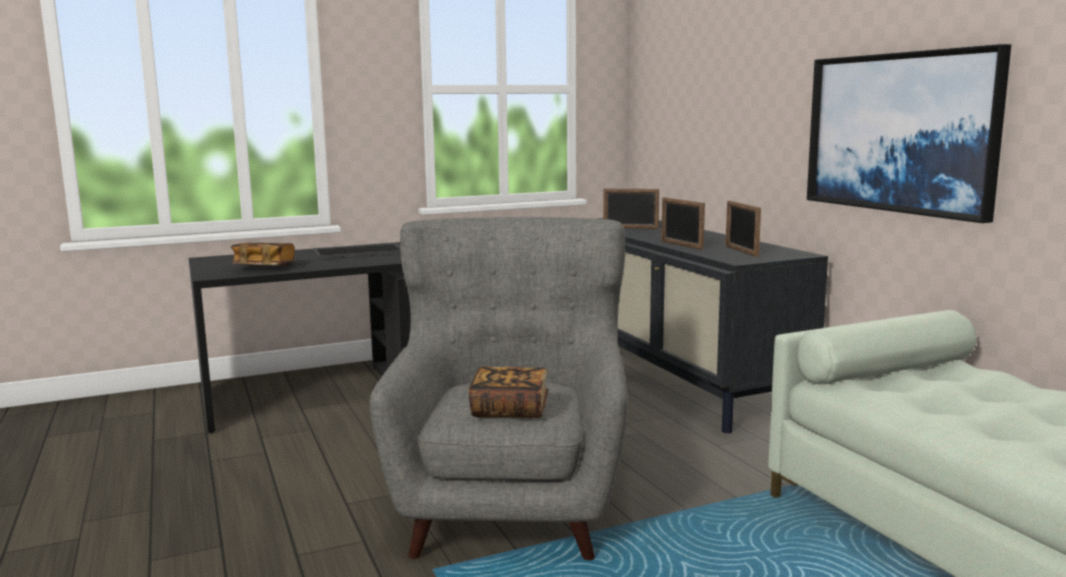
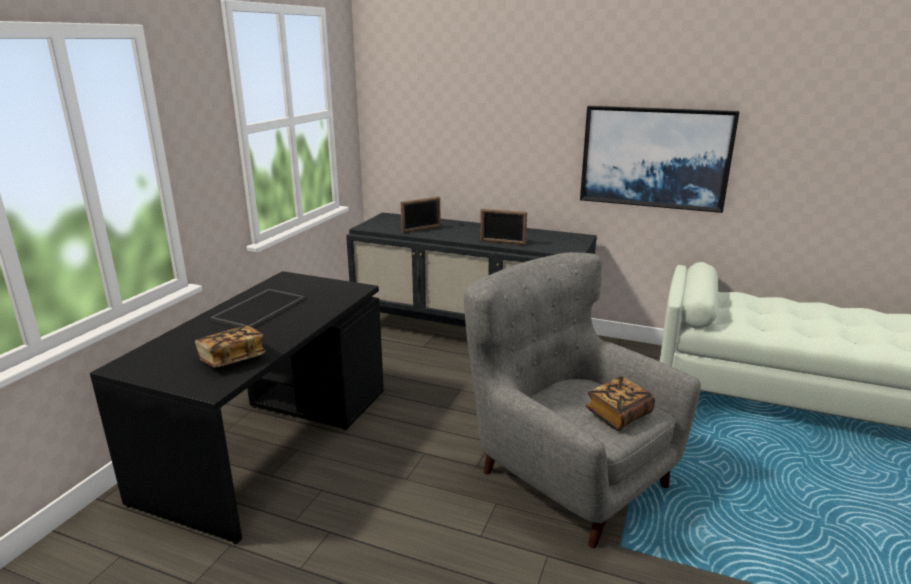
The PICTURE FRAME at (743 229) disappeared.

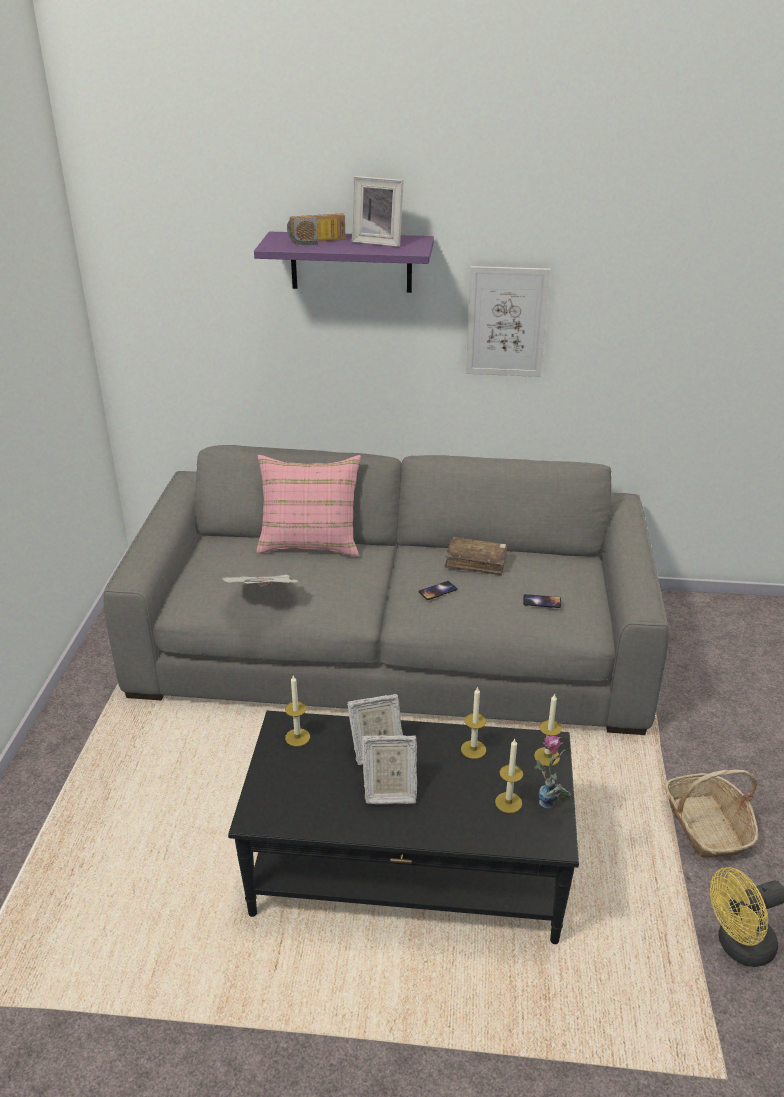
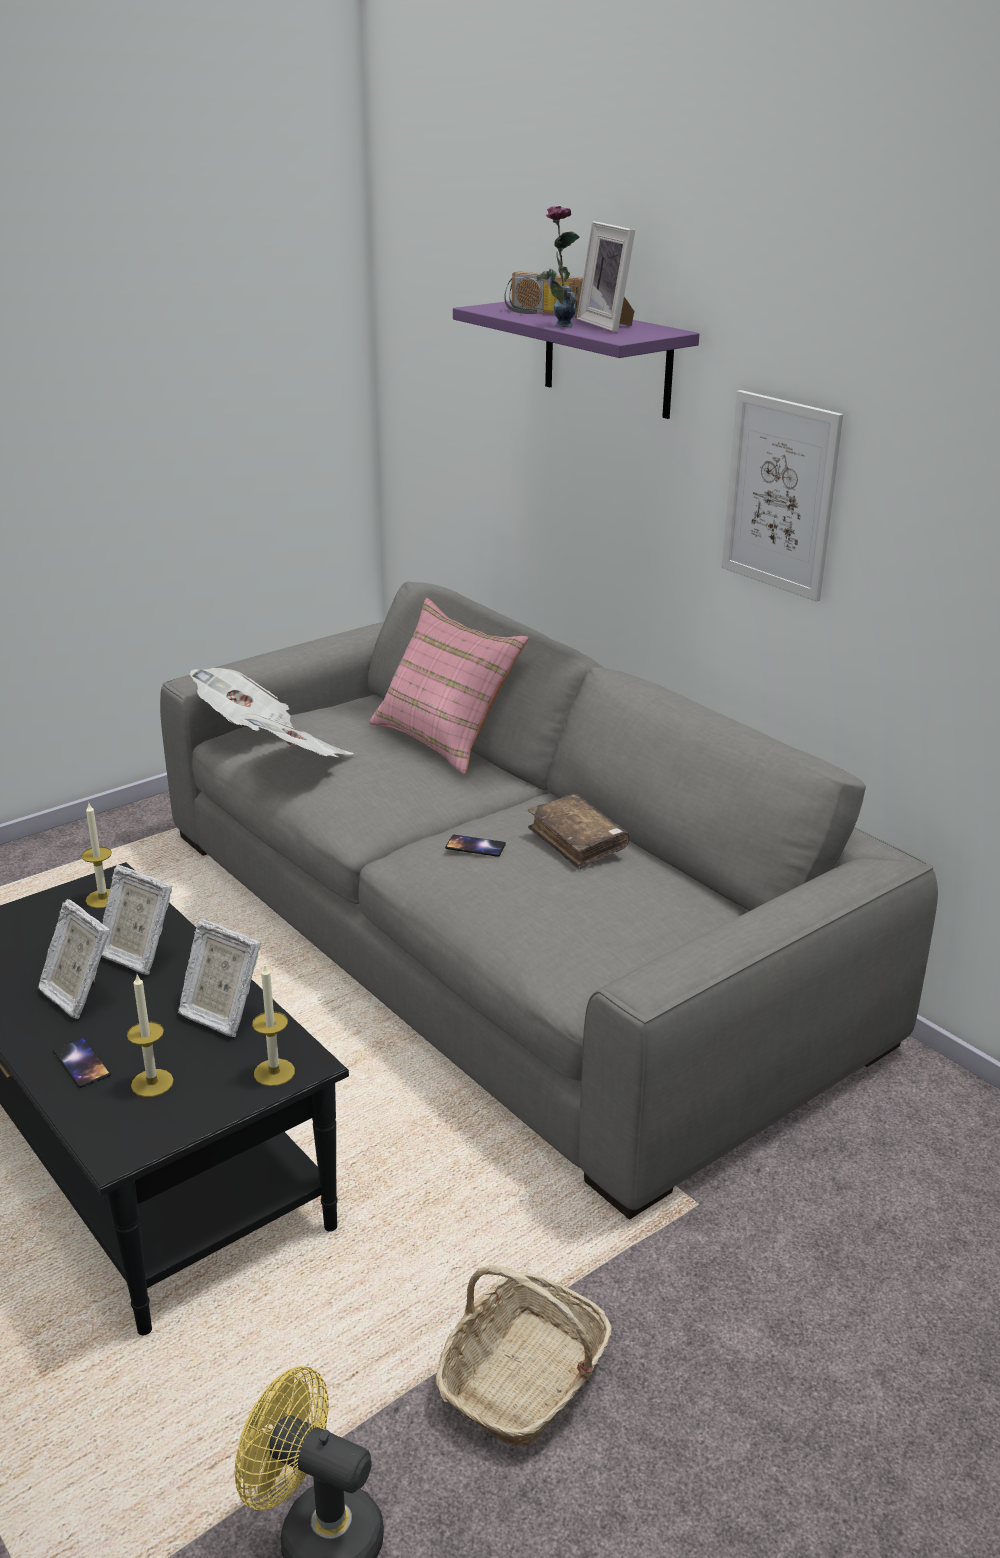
The CANDLE at (473 722) was replaced by the PICTURE FRAME at (219 978). The PHONE moved from (542 601) to (82 1063). The VASE moved from (552 772) to (557 266). The NEWSPAPER at (241 699) appeared.

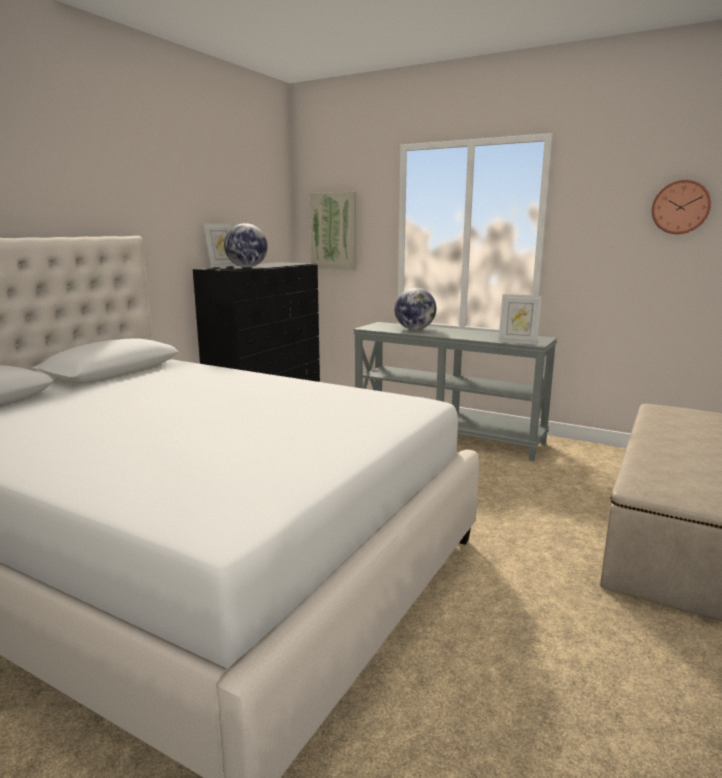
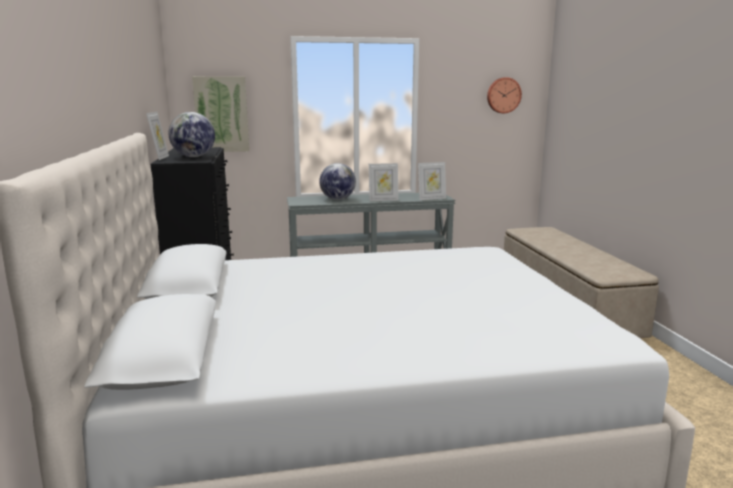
The PICTURE FRAME at (383 182) appeared.

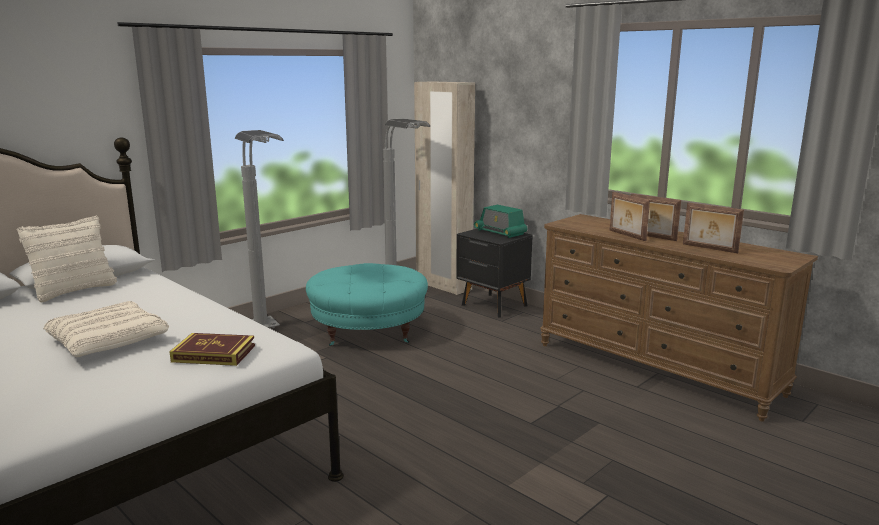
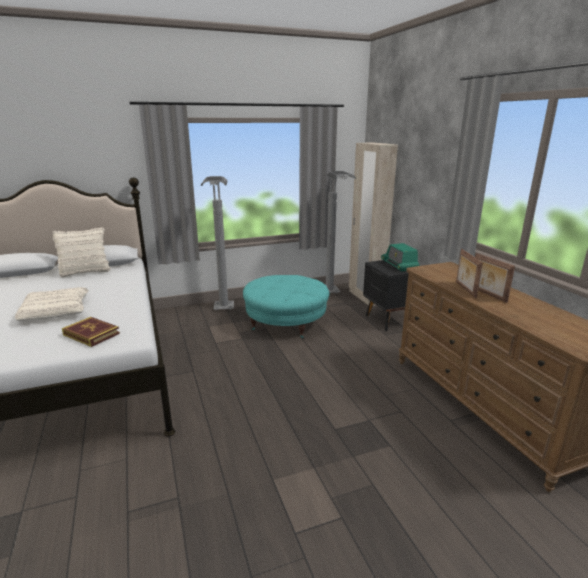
The PICTURE FRAME at (713 228) disappeared.

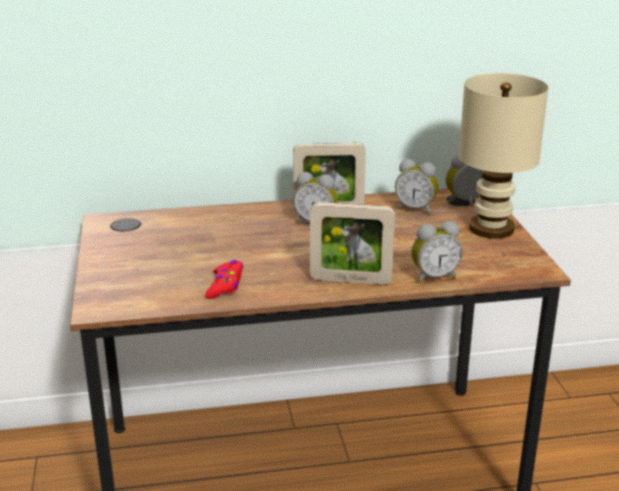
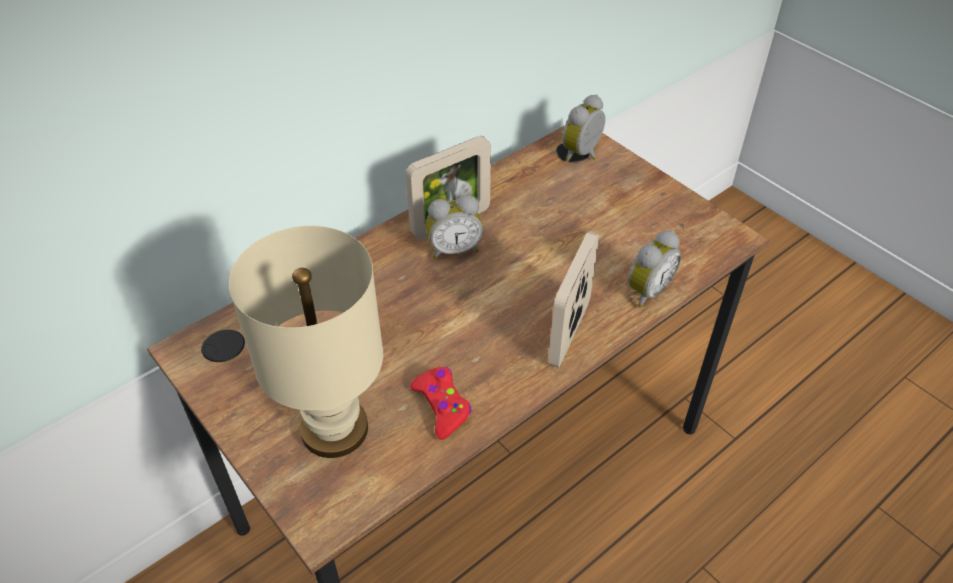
The PICTURE FRAME at (352 243) turned 135 degrees clockwise. The ALARM CLOCK at (417 187) disappeared. The BEIGE TABLE LAMP moved from (504 156) to (306 342).

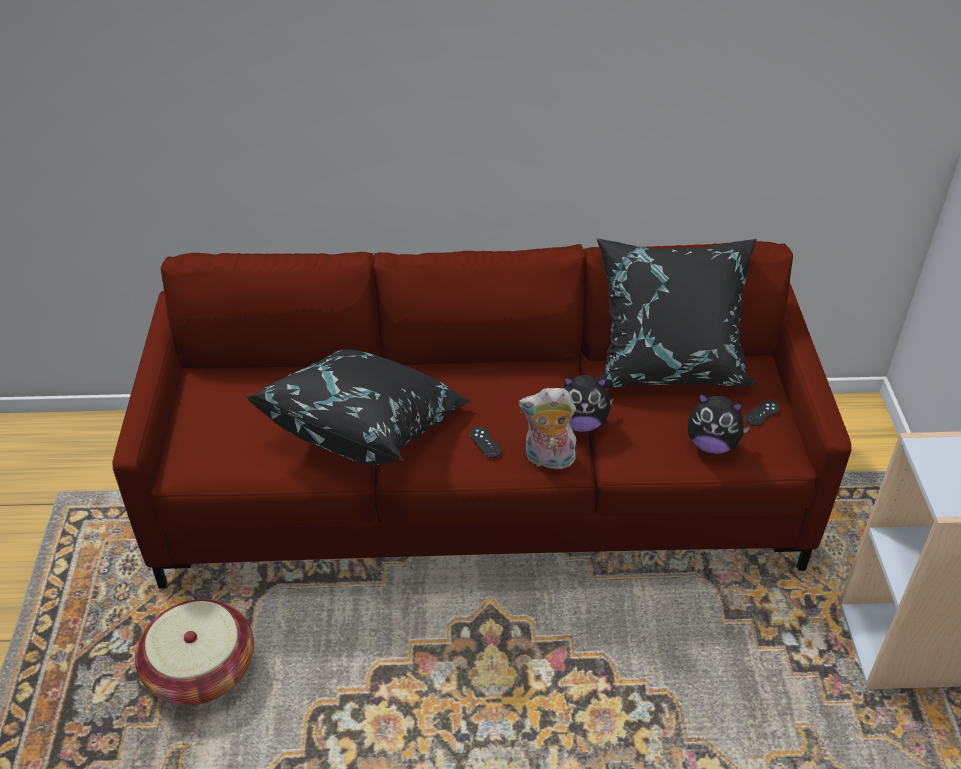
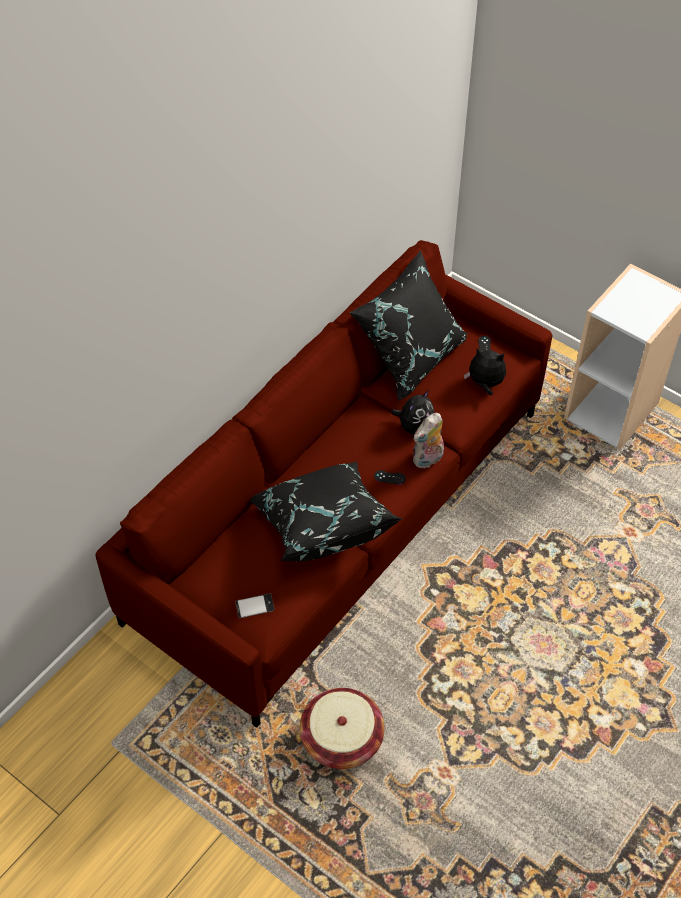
The PLUSH TOY at (718 423) turned 135 degrees counterclockwise. The PHONE at (254 605) appeared.

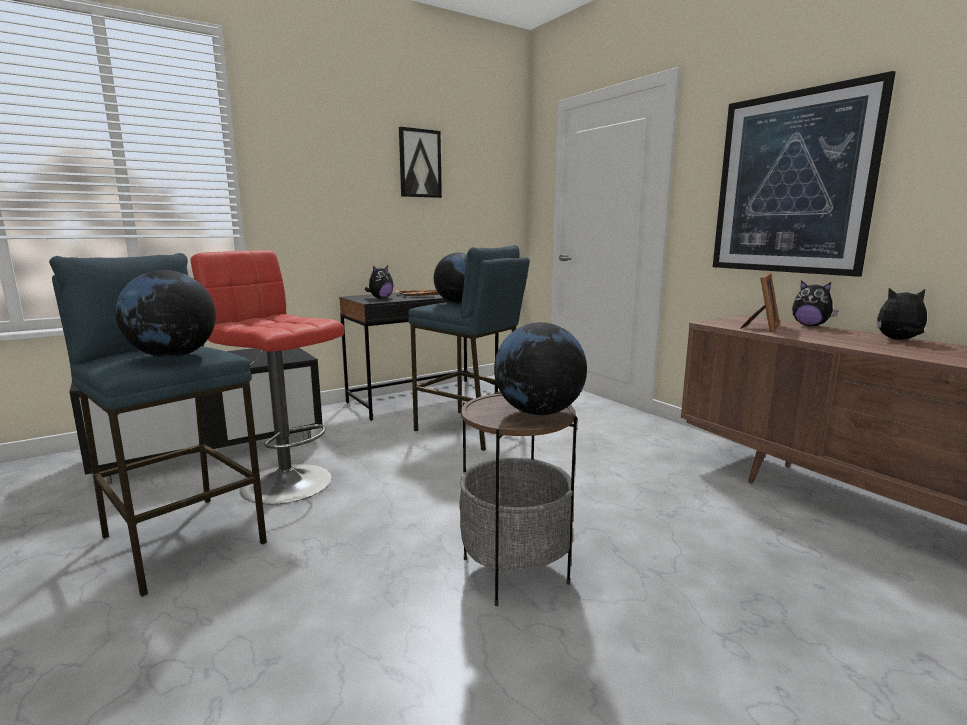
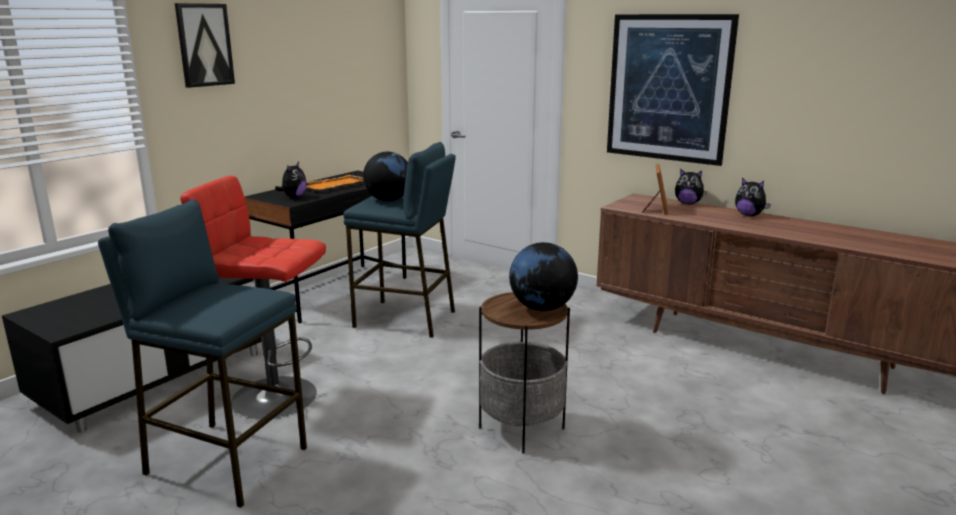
The GLOBE at (165 314) disappeared. The PICTURE moved from (420 162) to (205 45). The PLUSH TOY at (902 314) turned 135 degrees counterclockwise.

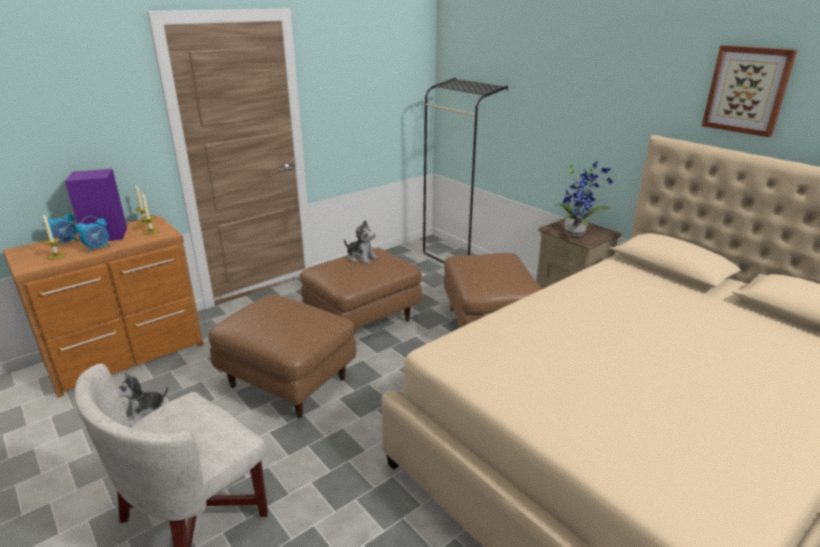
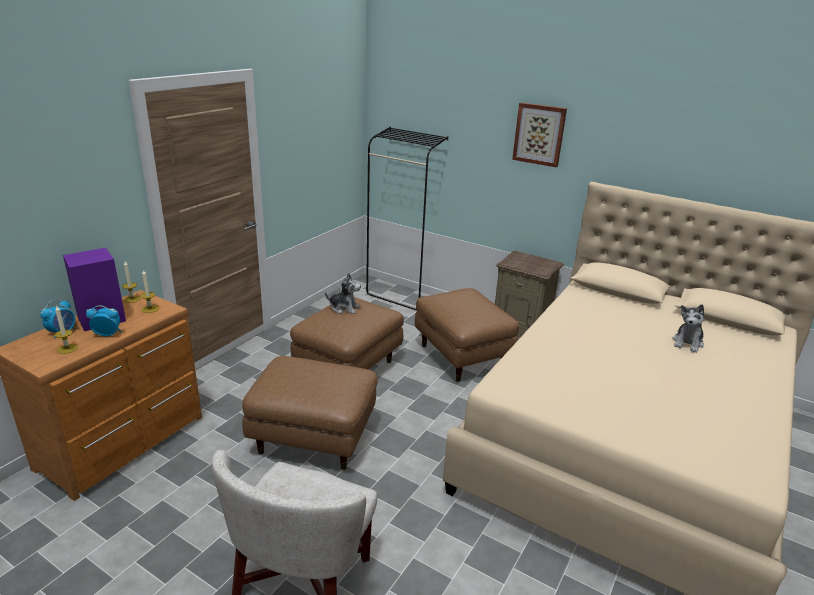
The ALARM CLOCK at (93 234) turned 120 degrees counterclockwise. The PLUSH TOY moved from (142 399) to (688 328). The POTTED PLANT at (584 198) disappeared. The PICTURE moved from (749 91) to (539 135).

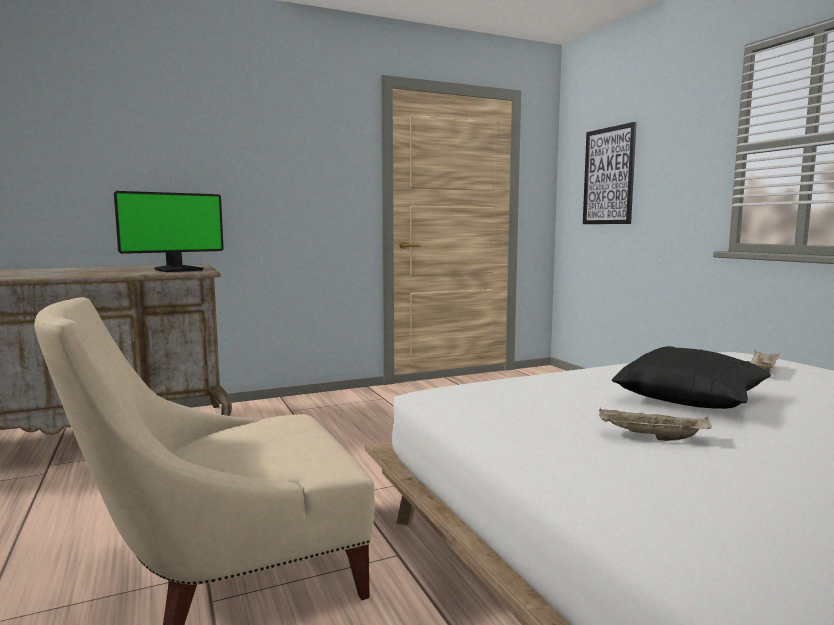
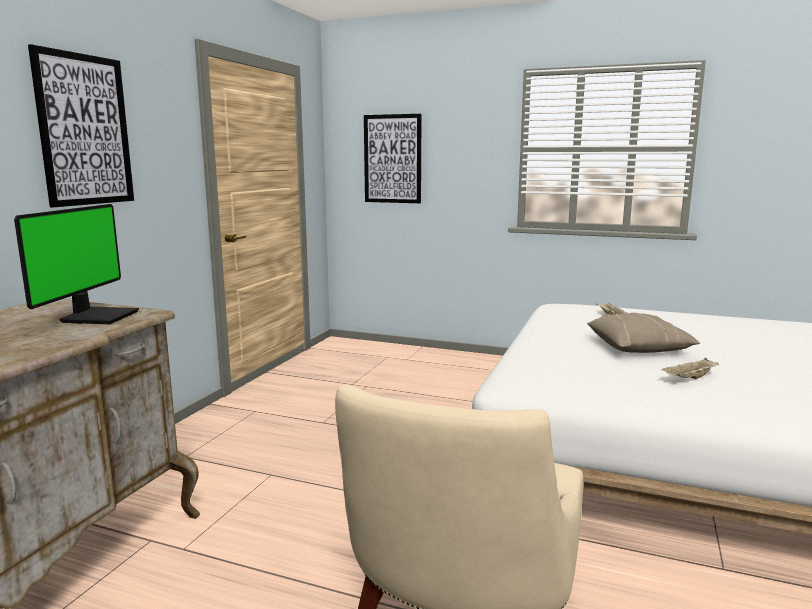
The BLACK PILLOW at (691 377) became the BEIGE PILLOW at (643 333). The PICTURE at (81 125) appeared.

